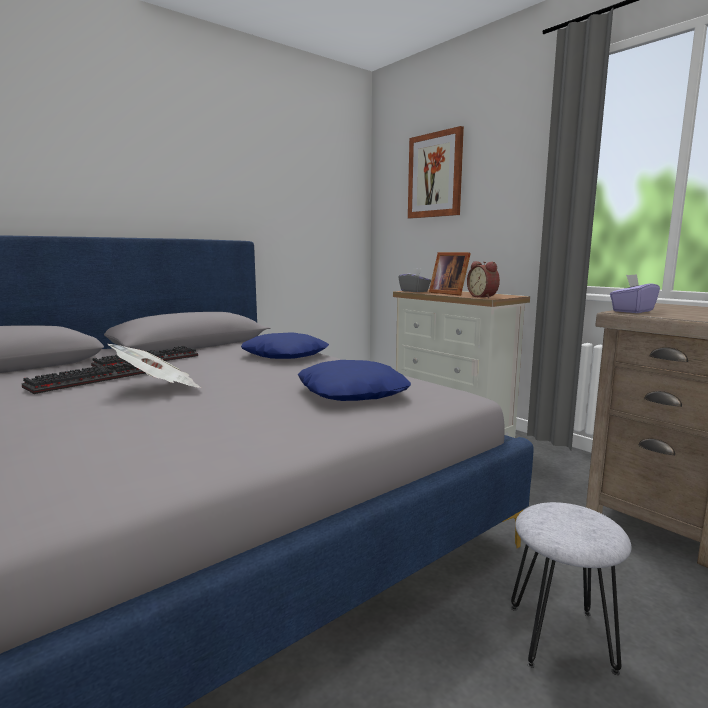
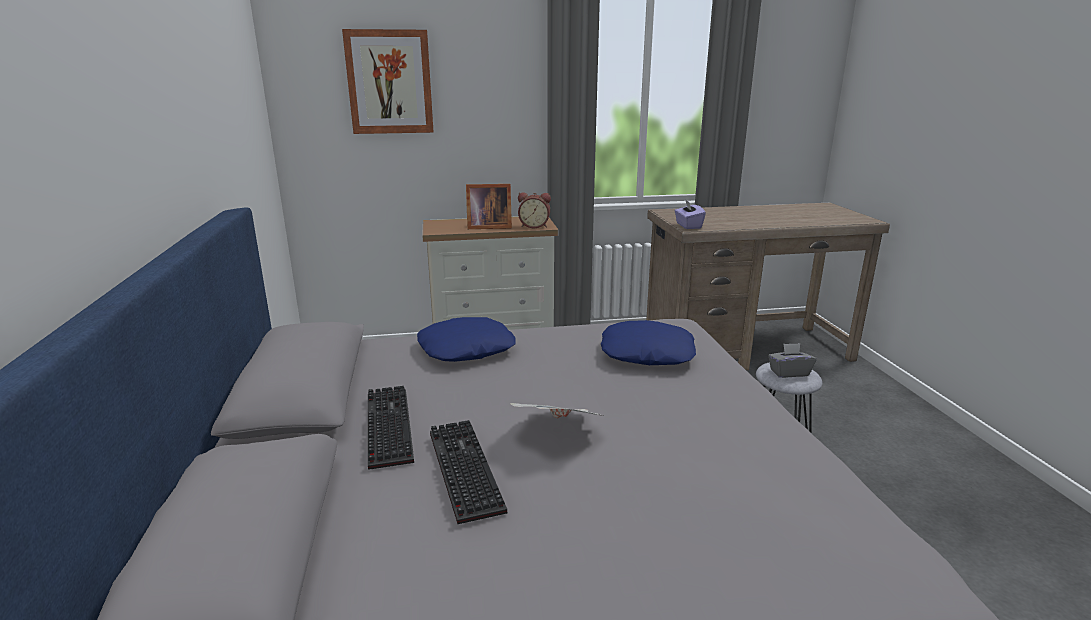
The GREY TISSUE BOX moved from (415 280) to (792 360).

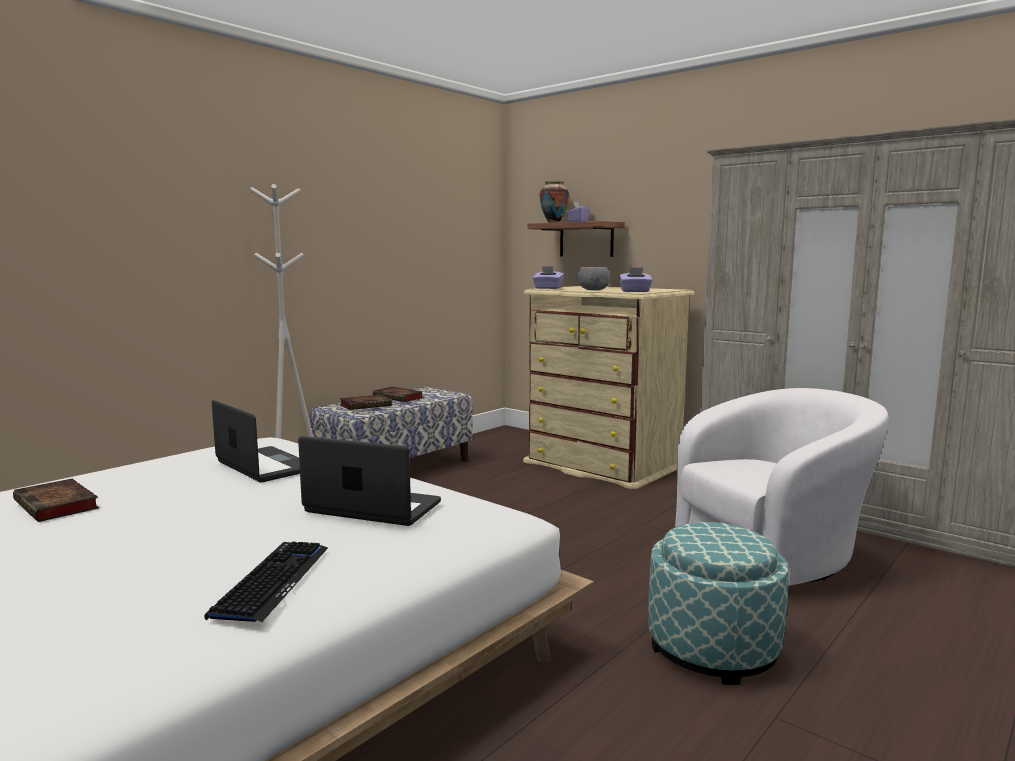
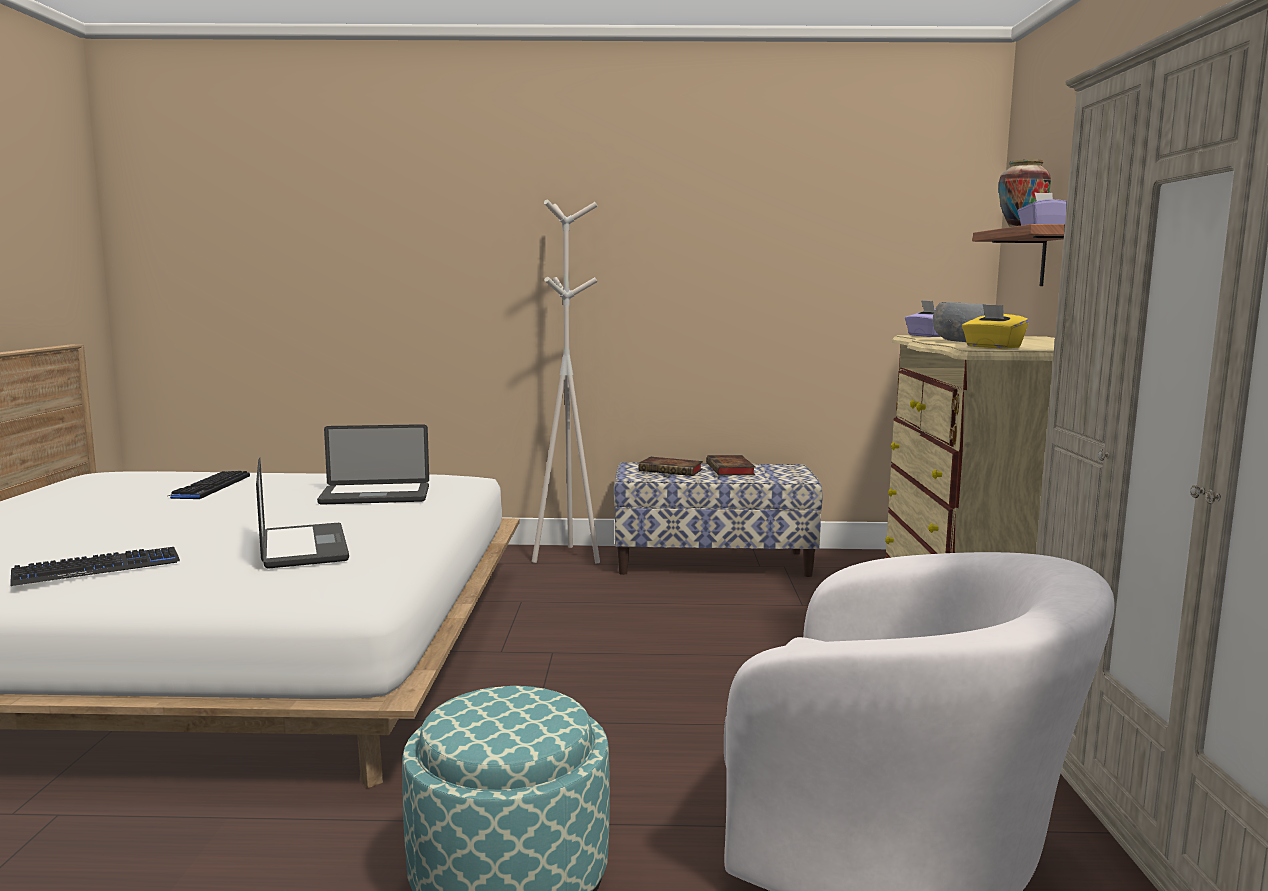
The BOOK at (56 500) was replaced by the KEYBOARD at (209 485). The LAPTOP at (256 441) turned 75 degrees clockwise. The PURPLE TISSUE BOX at (635 279) became the YELLOW TISSUE BOX at (995 326).

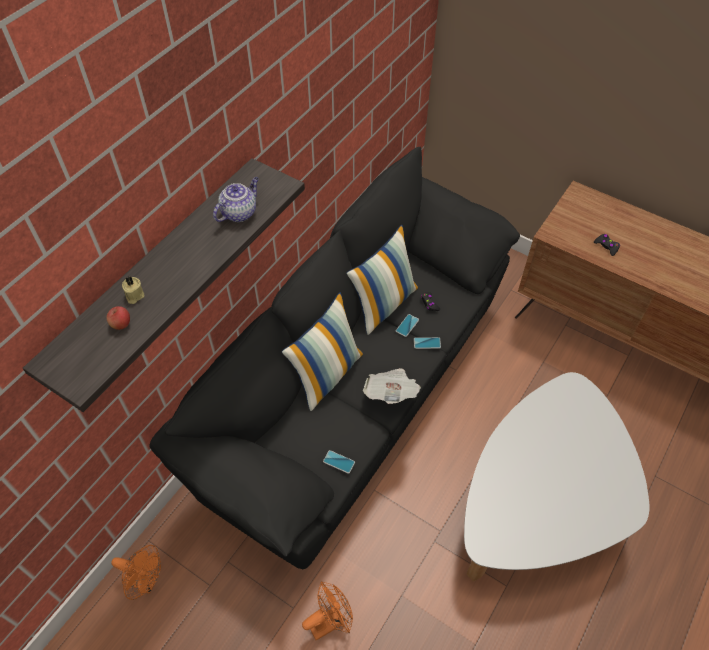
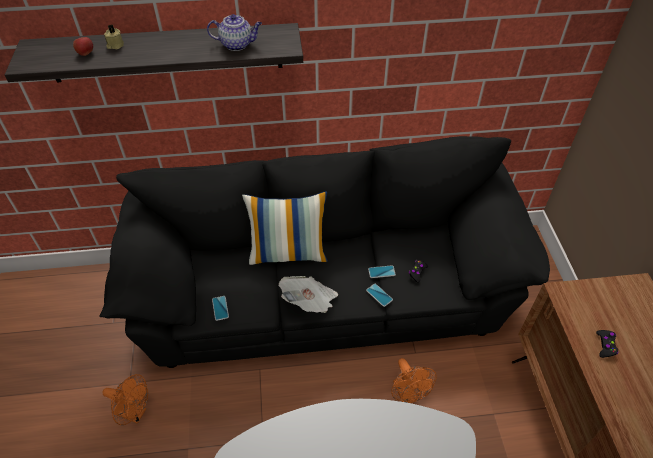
The ORANGE FAN moved from (136 572) to (414 380). The PILLOW at (382 280) disappeared.

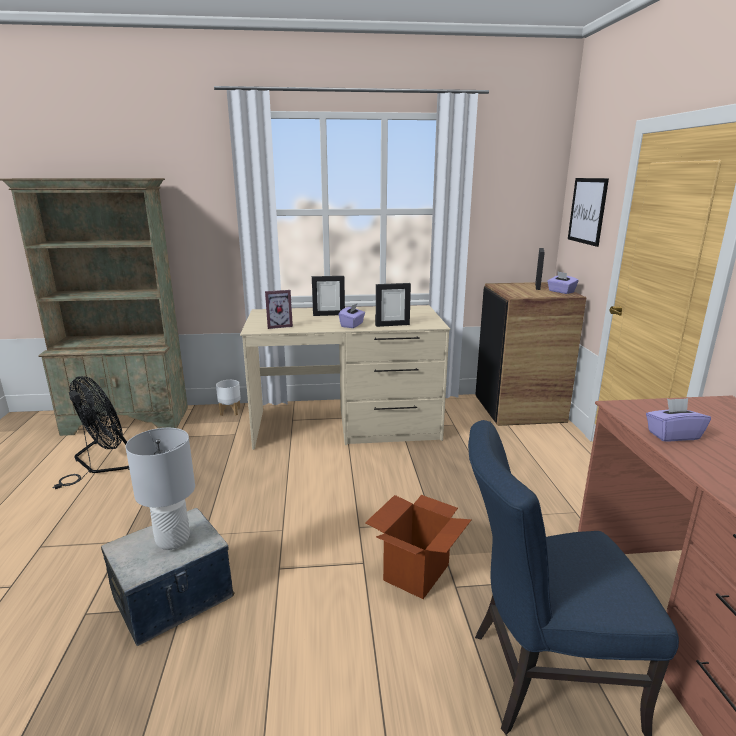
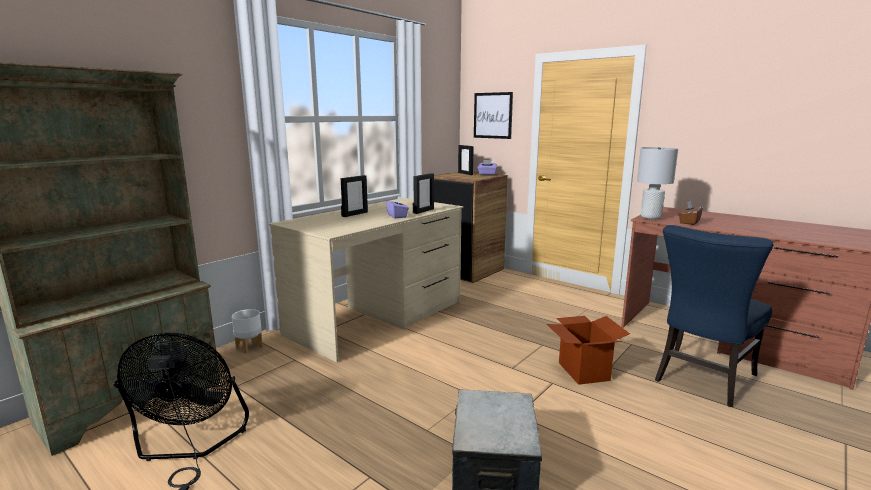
The GREY TABLE LAMP moved from (160 489) to (657 183). The PICTURE FRAME at (279 309) disappeared. The PURPLE TISSUE BOX at (678 419) became the BROWN TISSUE BOX at (691 213).

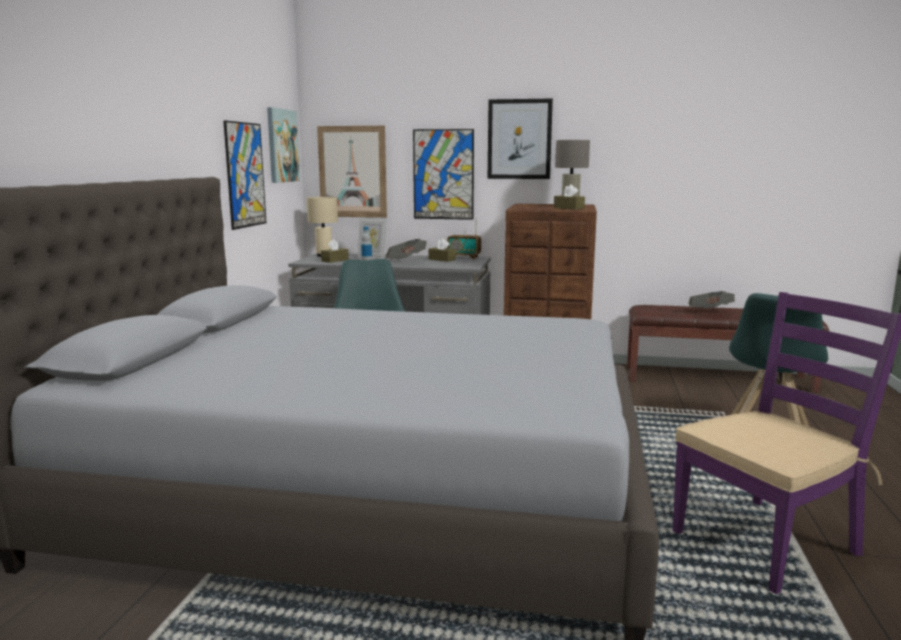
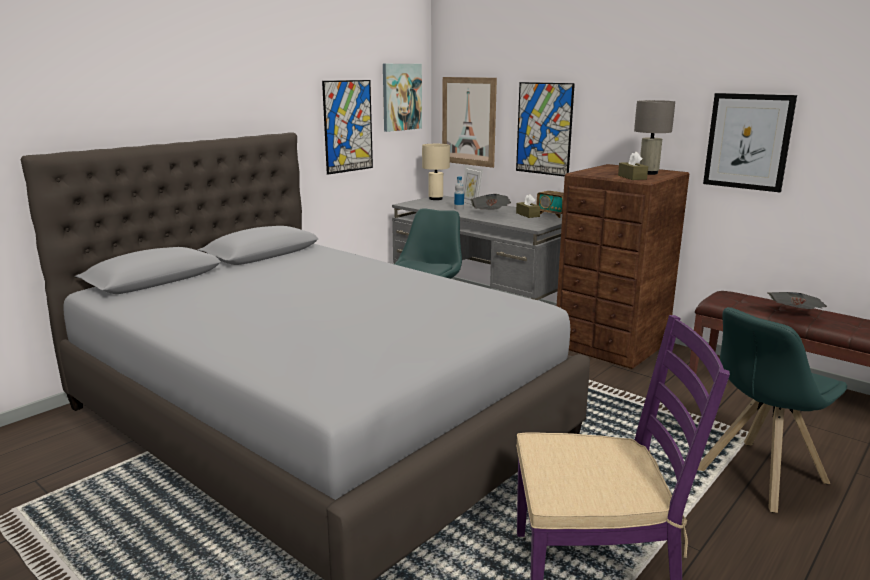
The BROWN TISSUE BOX at (335 251) disappeared. The PICTURE moved from (520 138) to (750 142).

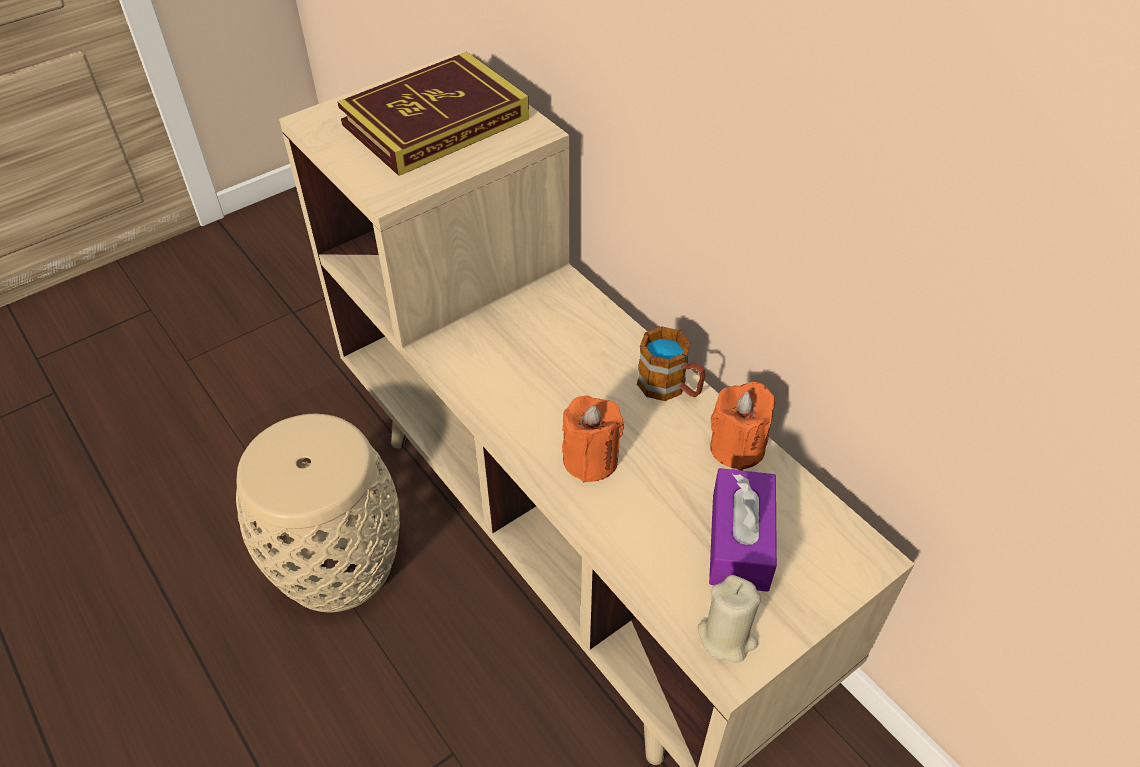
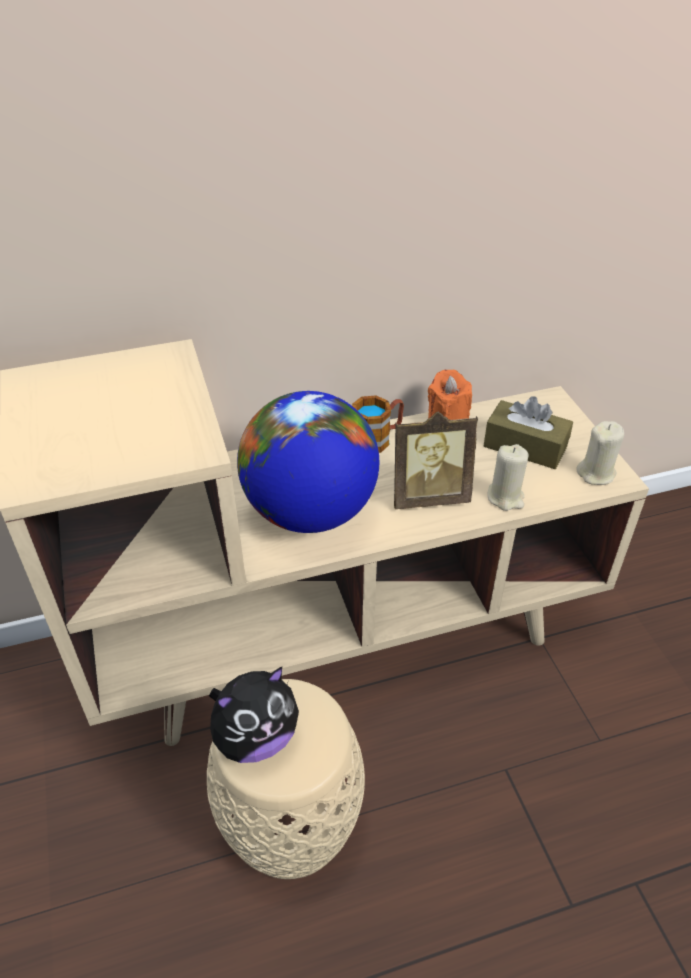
The BOOK at (433 114) disappeared. The ORANGE CANDLE at (593 438) was replaced by the PICTURE FRAME at (436 460). The PURPLE TISSUE BOX at (743 530) became the BROWN TISSUE BOX at (528 432). The PLUSH TOY at (254 715) appeared. The GLOBE at (308 462) appeared. The BEIGE CANDLE at (508 477) appeared.

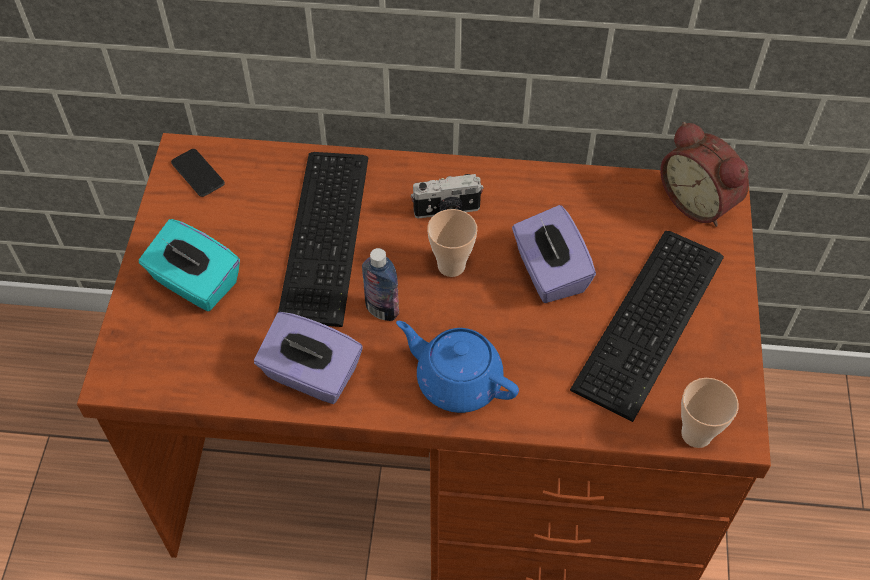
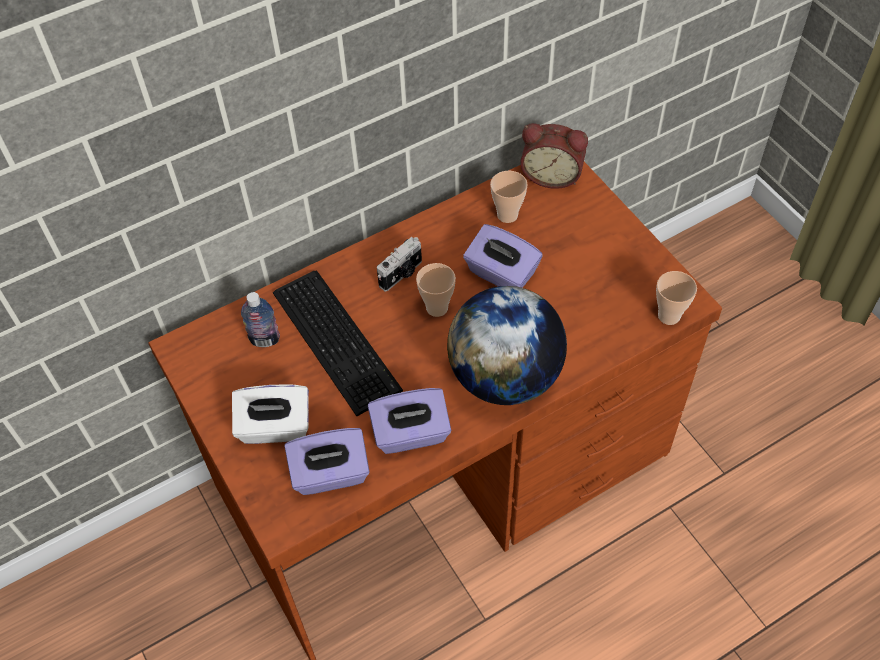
The TURQUOISE TISSUE BOX at (189 265) became the WHITE TISSUE BOX at (270 414). The PHONE at (198 173) disappeared. The BOTTLE moved from (380 284) to (260 319). The BLUE TEAPOT at (457 367) was replaced by the GLOBE at (507 345). The KEYBOARD at (647 326) disappeared. The PURPLE TISSUE BOX at (327 461) appeared. The CUP at (509 197) appeared.

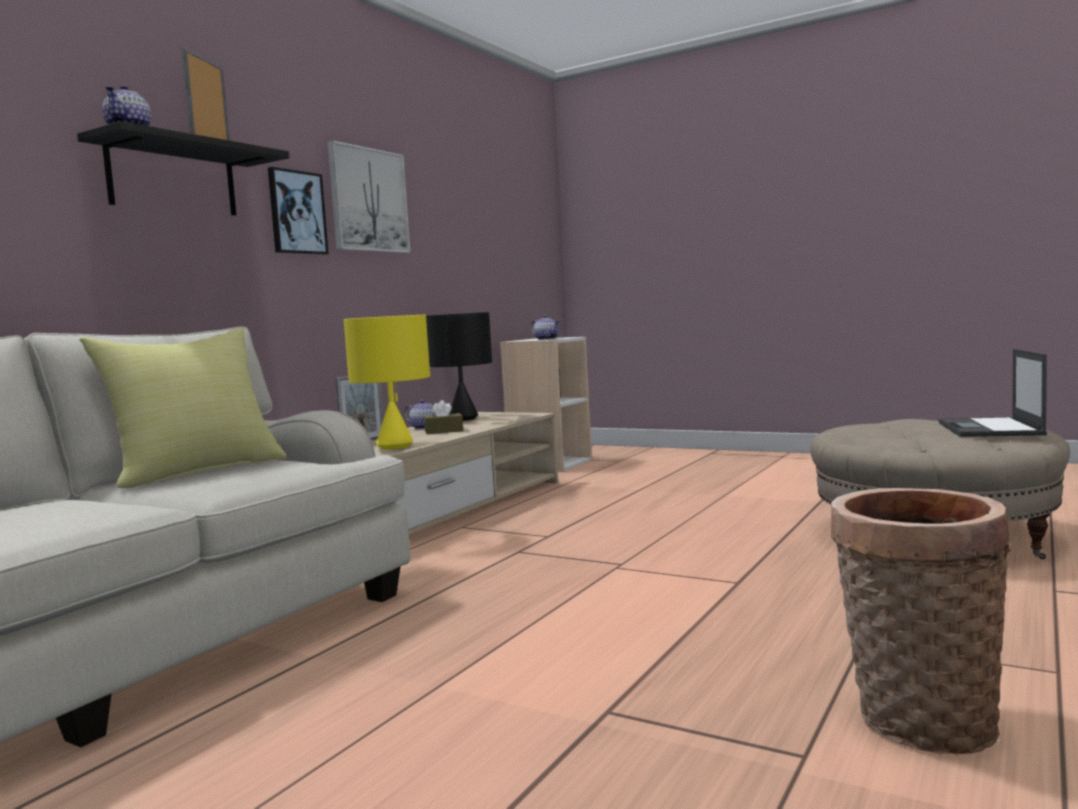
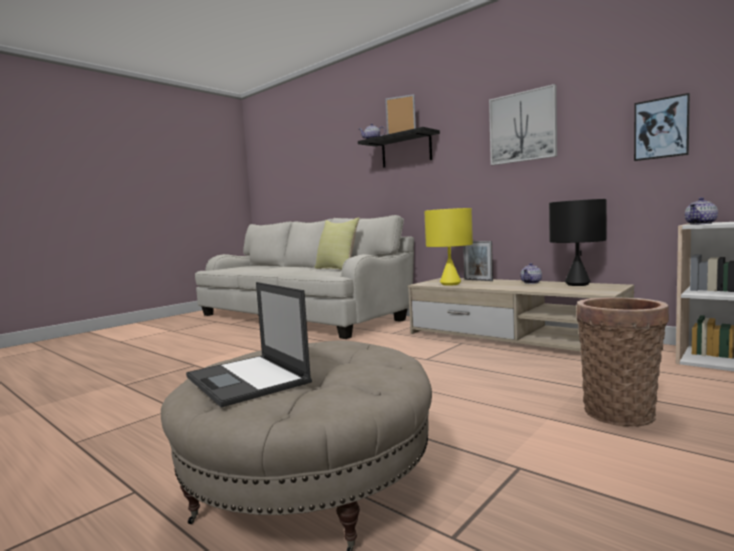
The PICTURE moved from (298 211) to (662 127). The BROWN TISSUE BOX at (443 417) disappeared. The BASKET moved from (920 621) to (622 362). The LAPTOP at (993 393) turned 150 degrees counterclockwise.

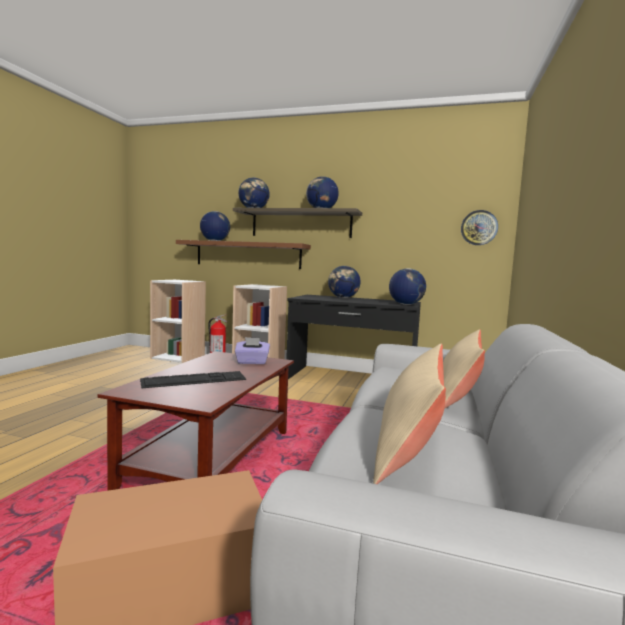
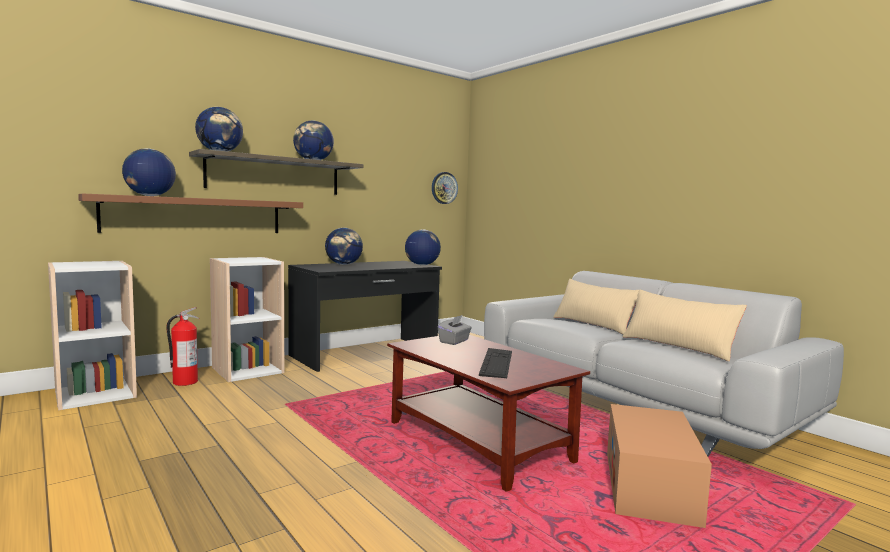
The PURPLE TISSUE BOX at (252 350) became the GREY TISSUE BOX at (455 330).

